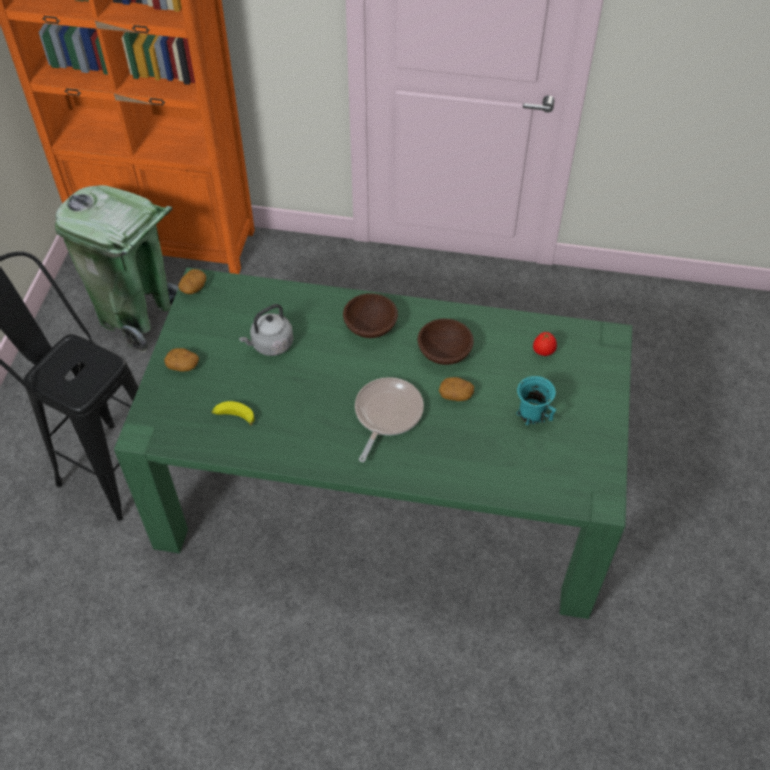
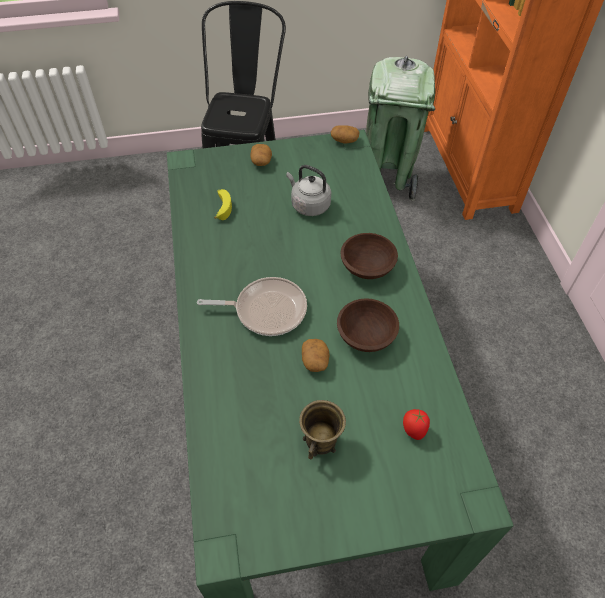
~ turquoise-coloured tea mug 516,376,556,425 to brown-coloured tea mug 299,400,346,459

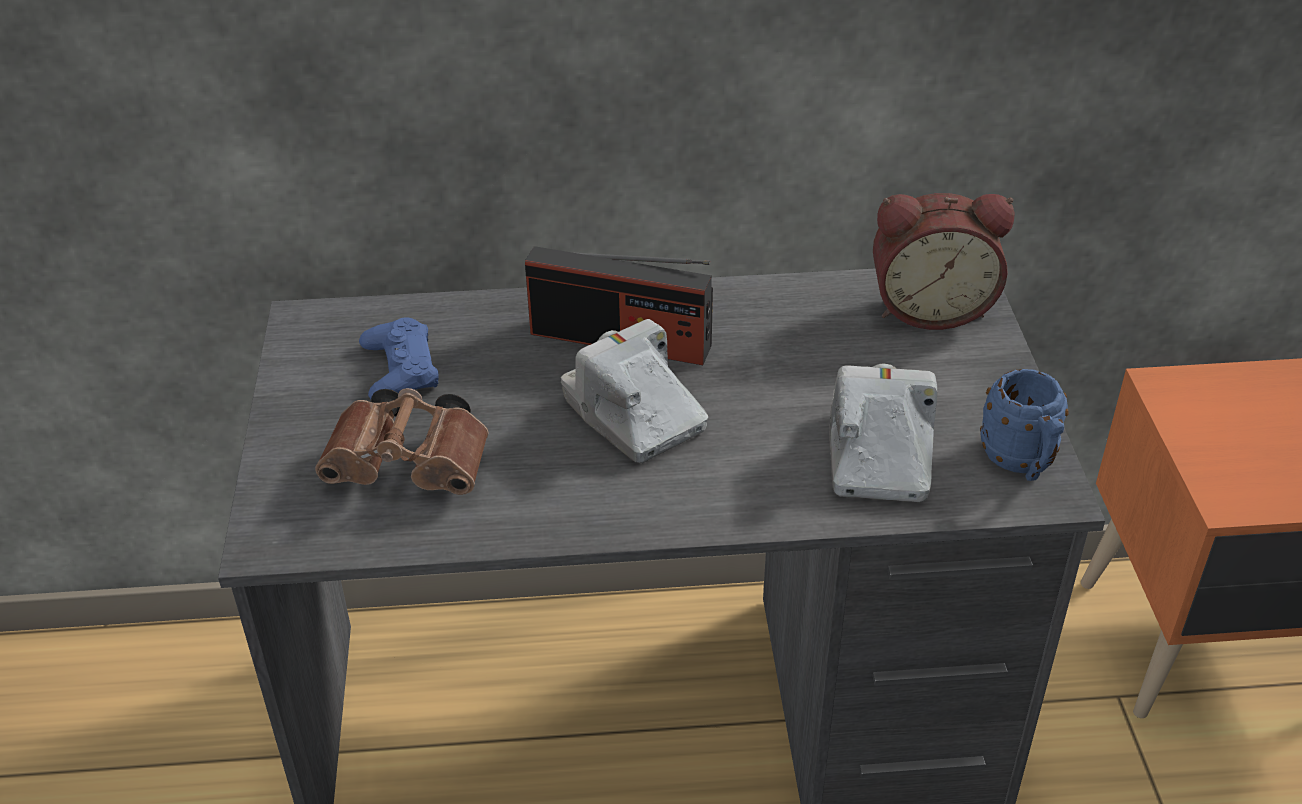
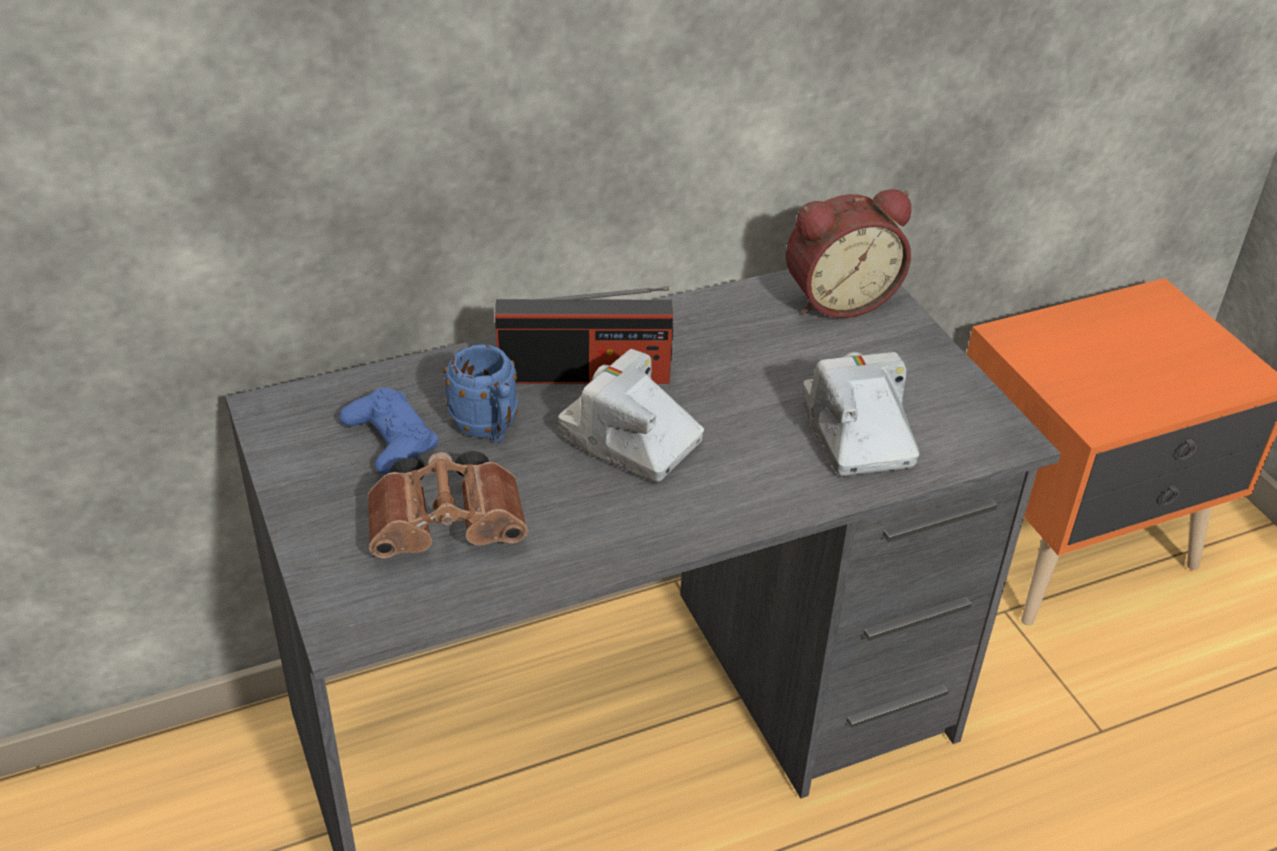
~ blue tea mug 980,369,1069,481 to 444,344,518,443

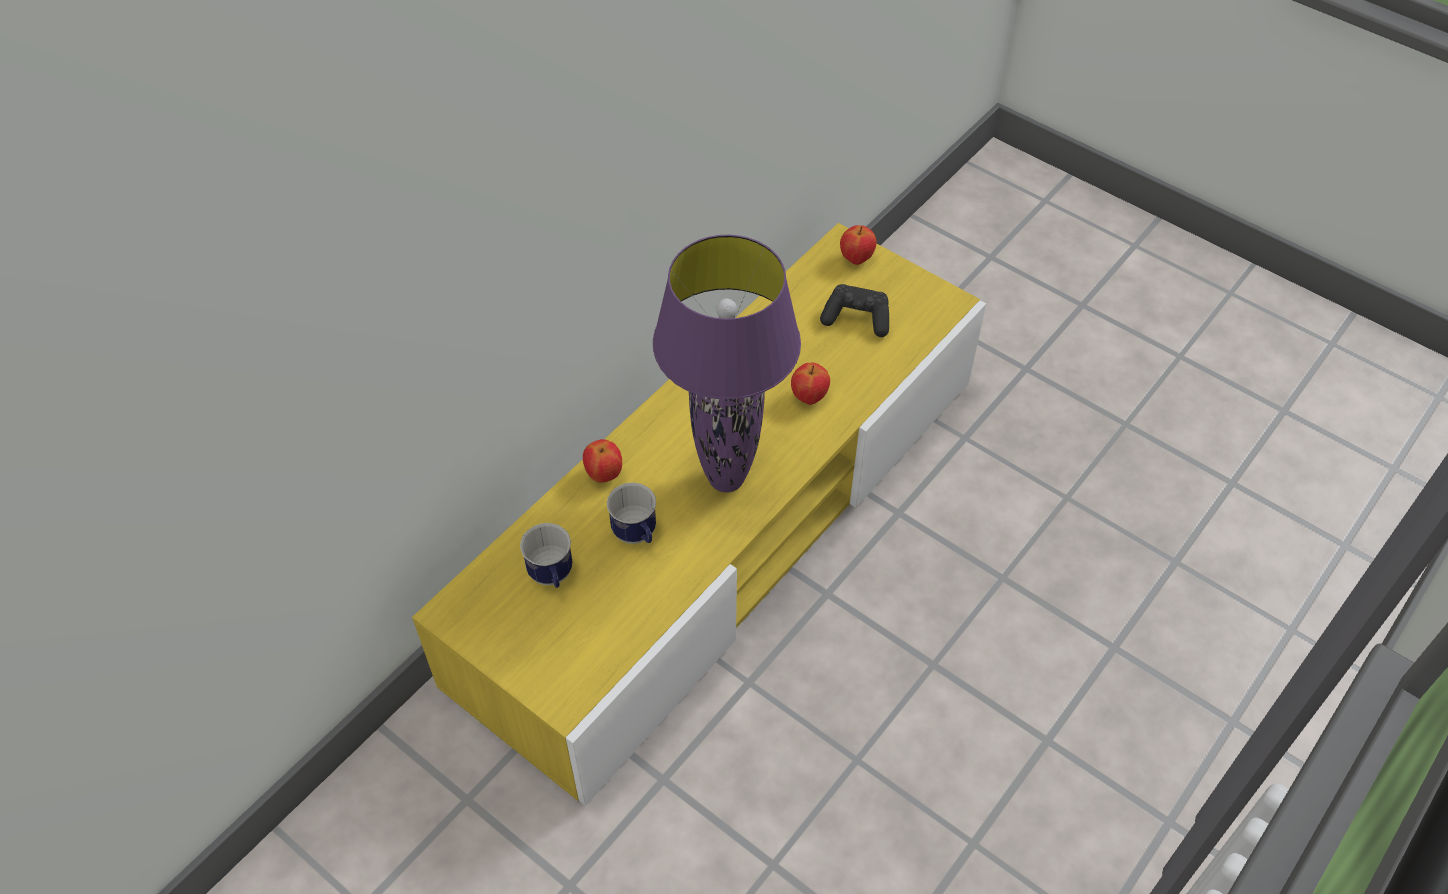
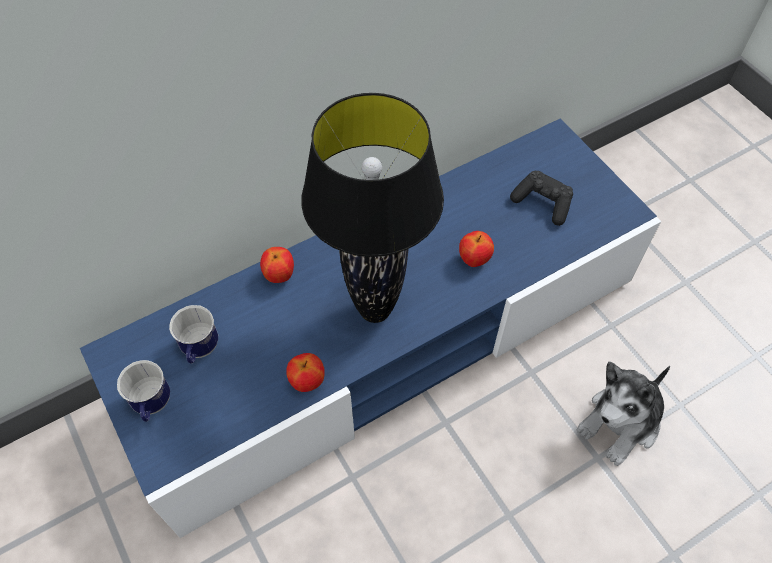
~ yellow-coloured tv stand 412,223,986,806 to blue tv stand 80,119,661,538
~ apple 840,225,877,265 to 286,353,325,392
~ purple-coloured tabletop lamp 653,235,801,493 to blackish tabletop lamp 301,93,444,323
~ tea mug 607,483,656,544 to 117,360,170,422
+ cuddly toy 576,361,670,466

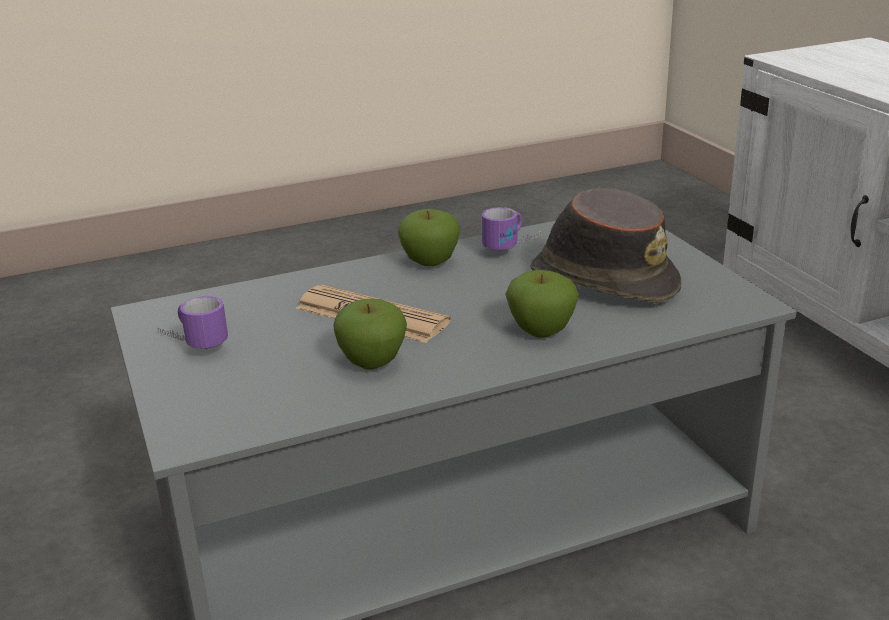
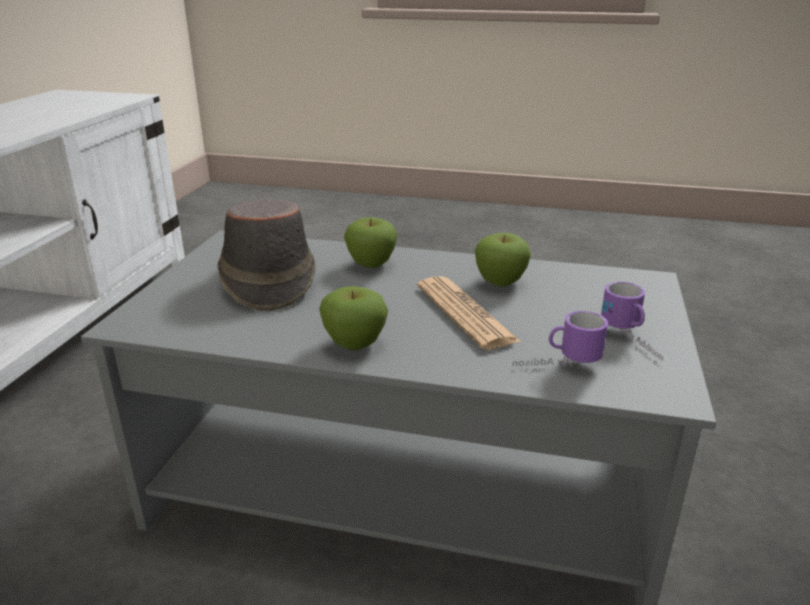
~ tea mug 482,207,542,252 to 512,311,608,366

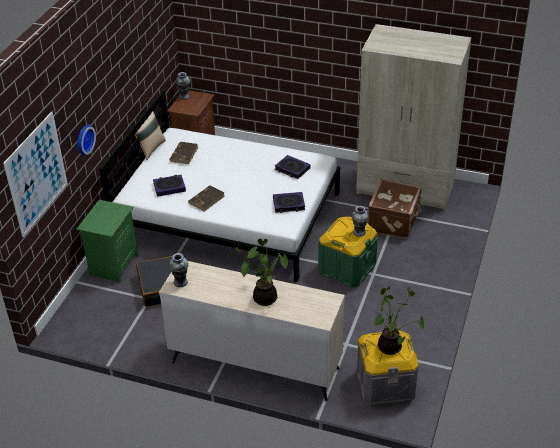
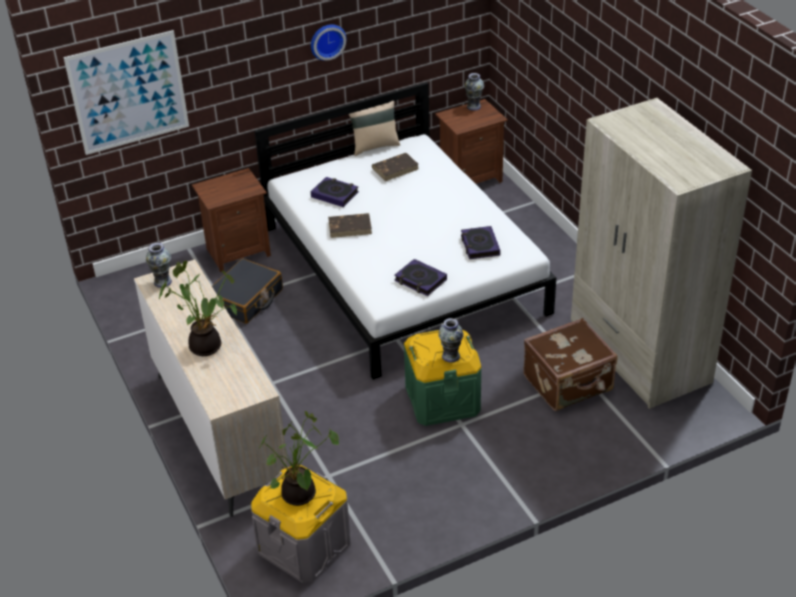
~ clock on the wall 77,125,96,156 to 311,25,346,61
~ green-coloured night table 76,200,138,283 to brown-coloured night table 192,168,271,272

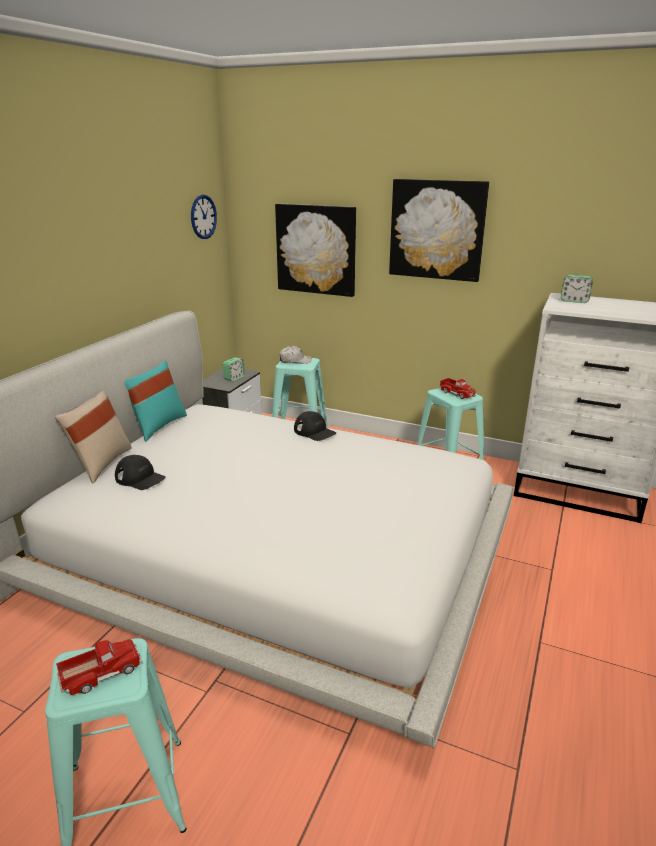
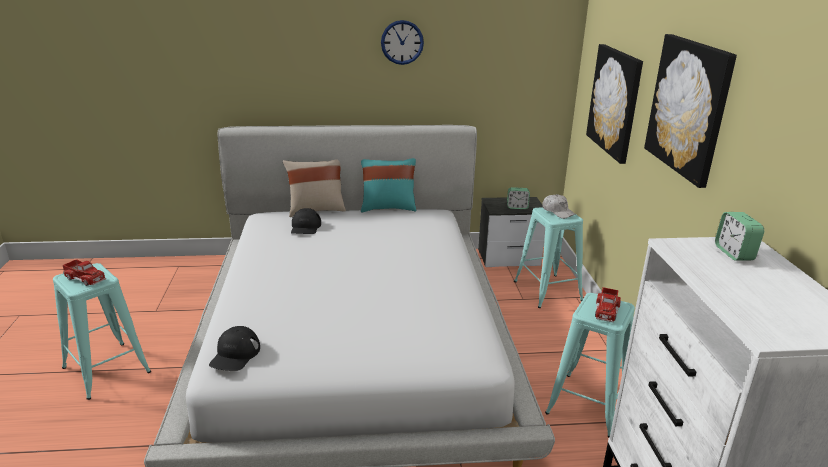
~ clock on the wall 191,195,217,239 to 381,20,424,65
~ blackish cap 294,411,336,441 to 209,326,260,371

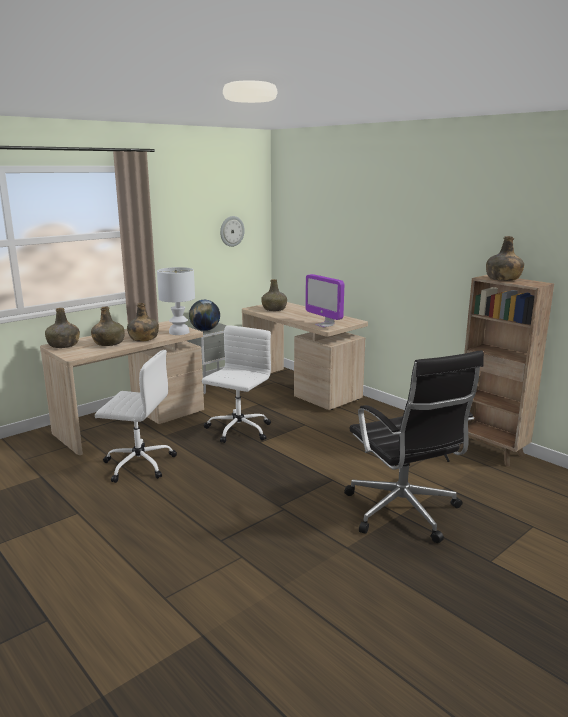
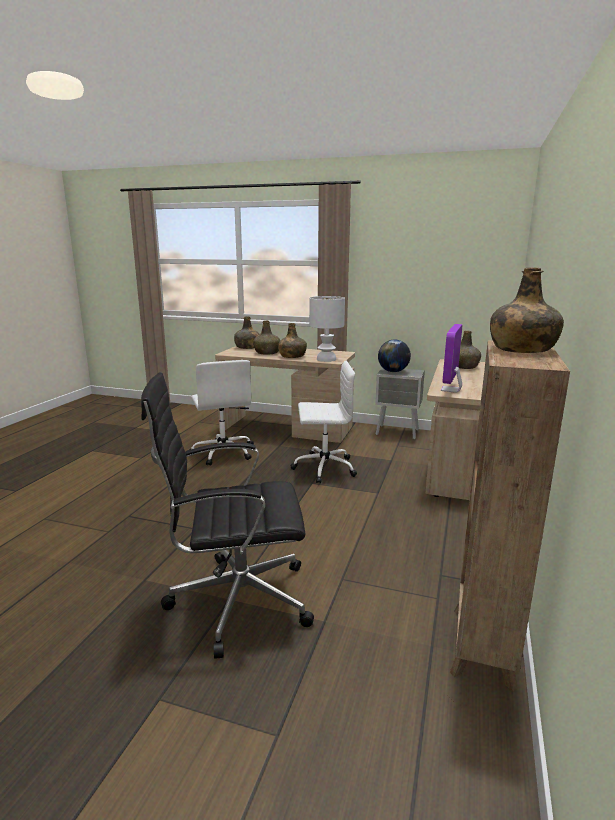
- clock on the wall 220,216,245,247
~ blackish office chair 344,350,484,543 = 141,372,314,659 45 degrees clockwise

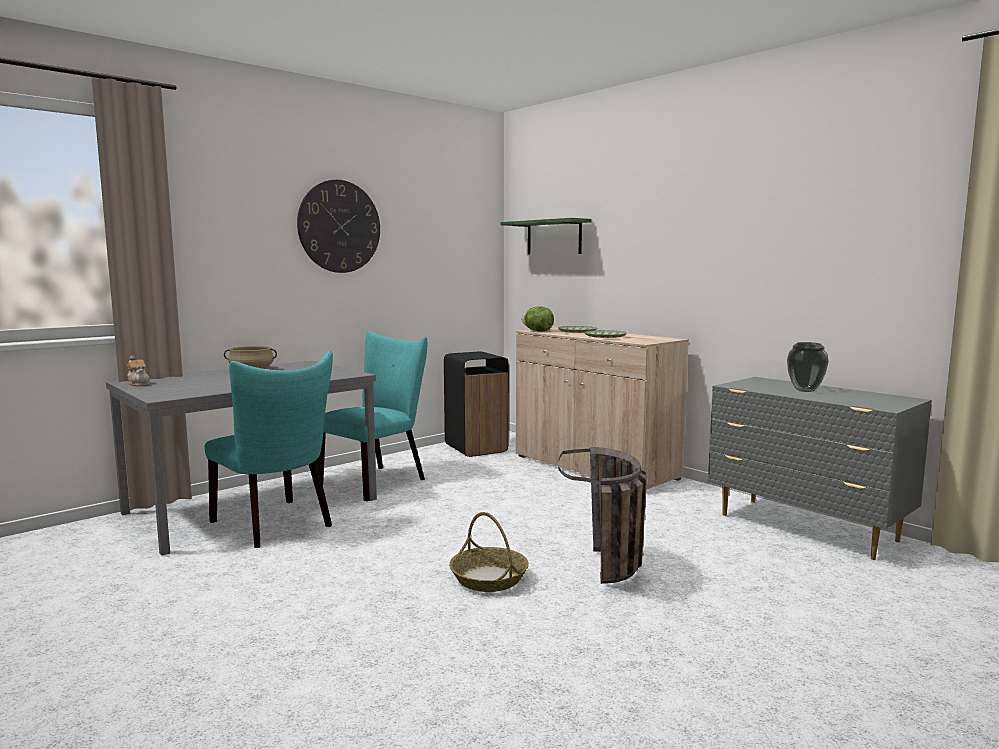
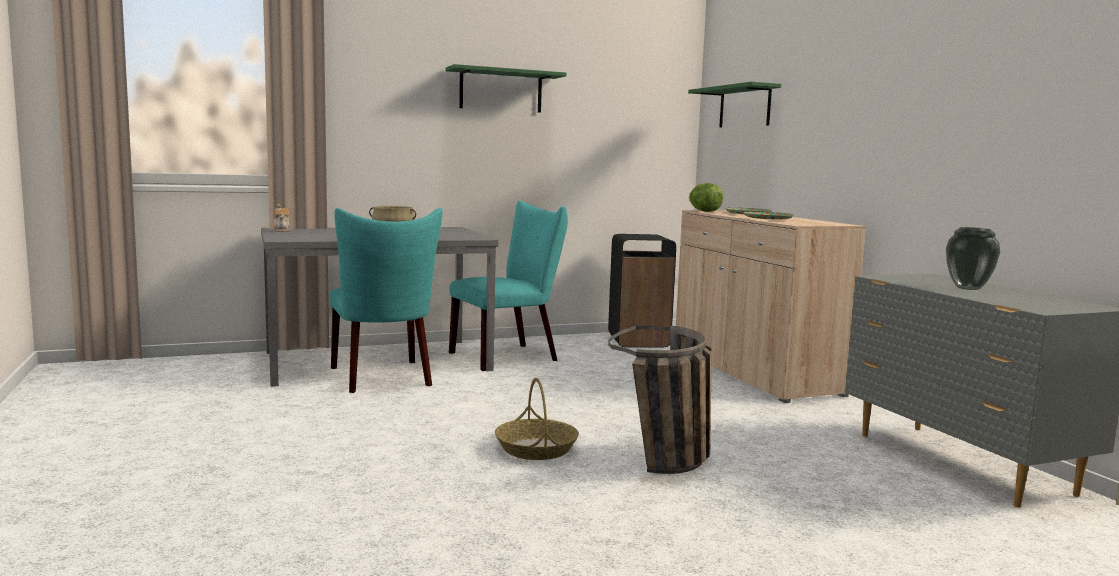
~ clock on the wall 297,180,380,273 to green-coloured wall shelf 446,64,567,113

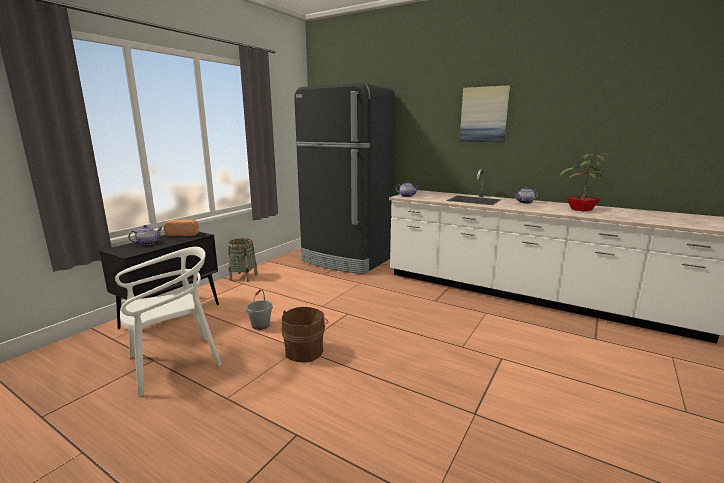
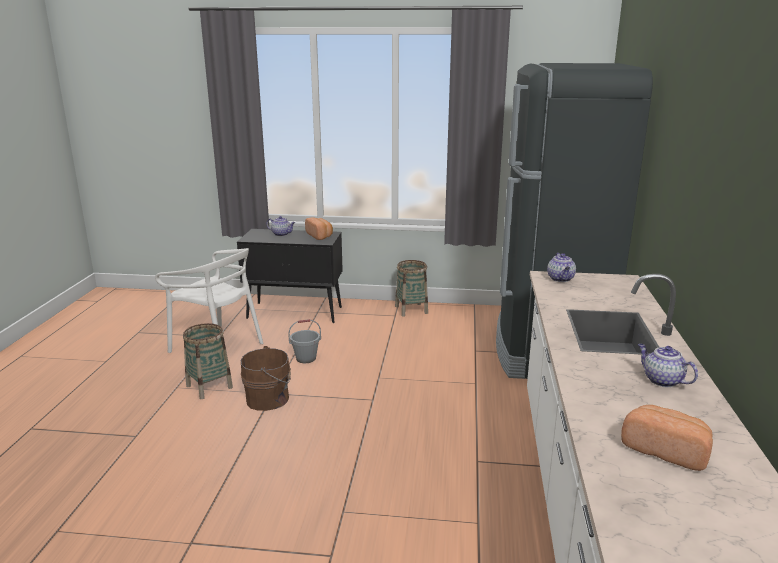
- picture 460,85,510,142
~ plant in a pot 559,150,611,212 to baked bread 621,405,713,471
+ household basket 183,323,233,399

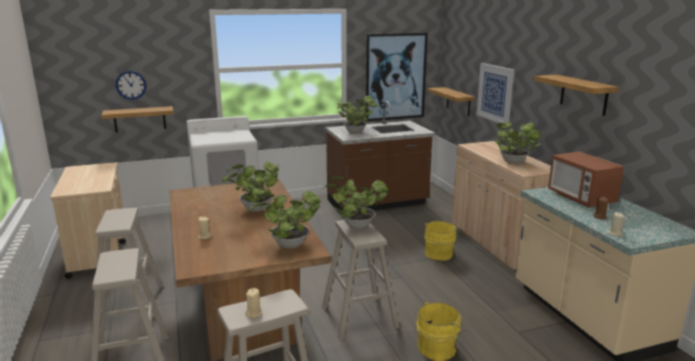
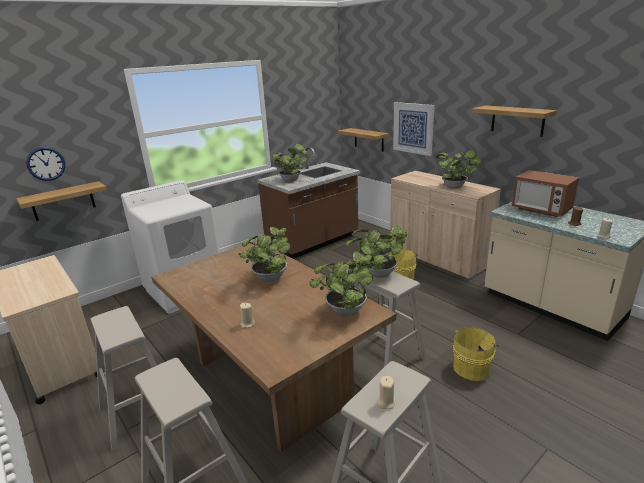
- picture 366,33,428,121

